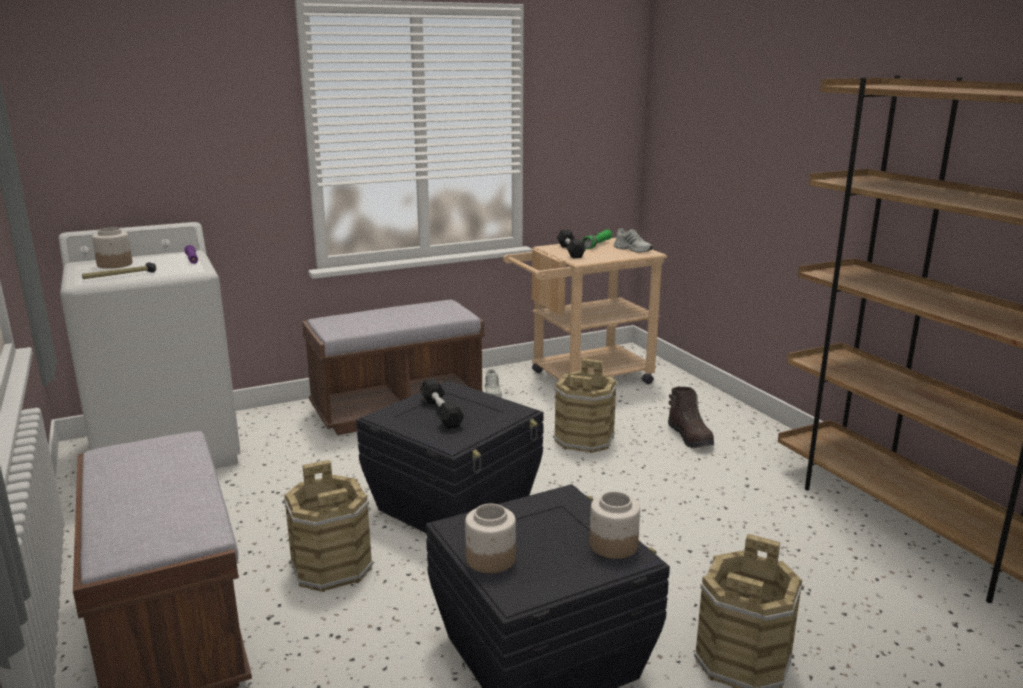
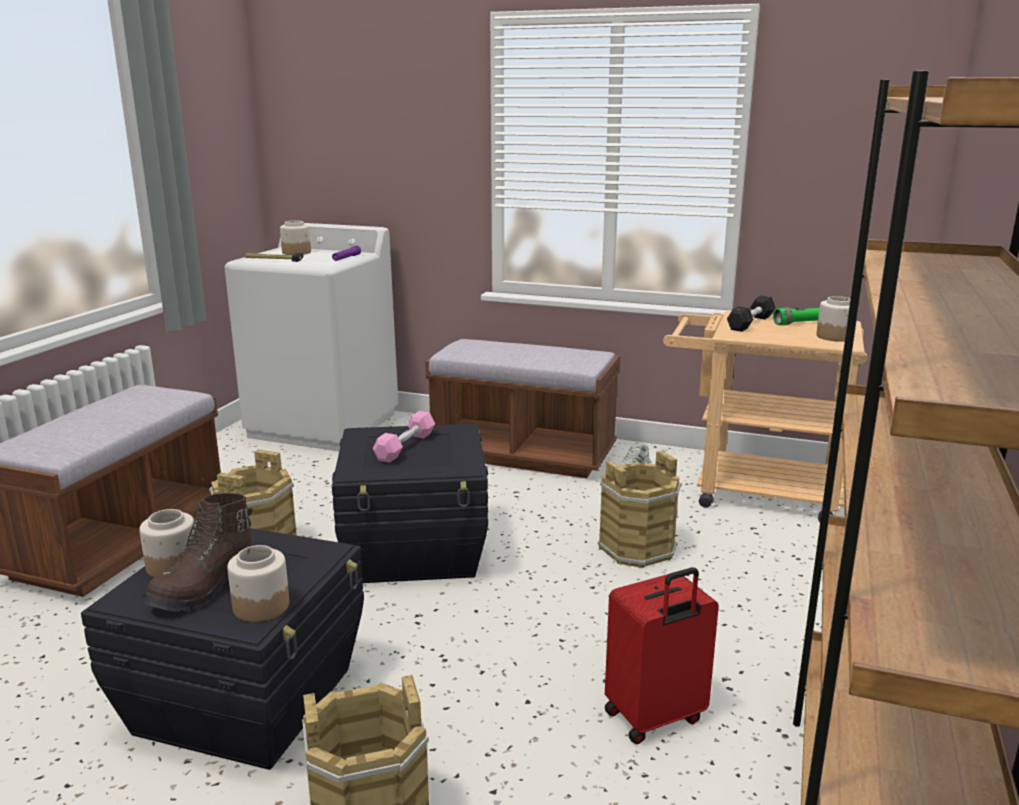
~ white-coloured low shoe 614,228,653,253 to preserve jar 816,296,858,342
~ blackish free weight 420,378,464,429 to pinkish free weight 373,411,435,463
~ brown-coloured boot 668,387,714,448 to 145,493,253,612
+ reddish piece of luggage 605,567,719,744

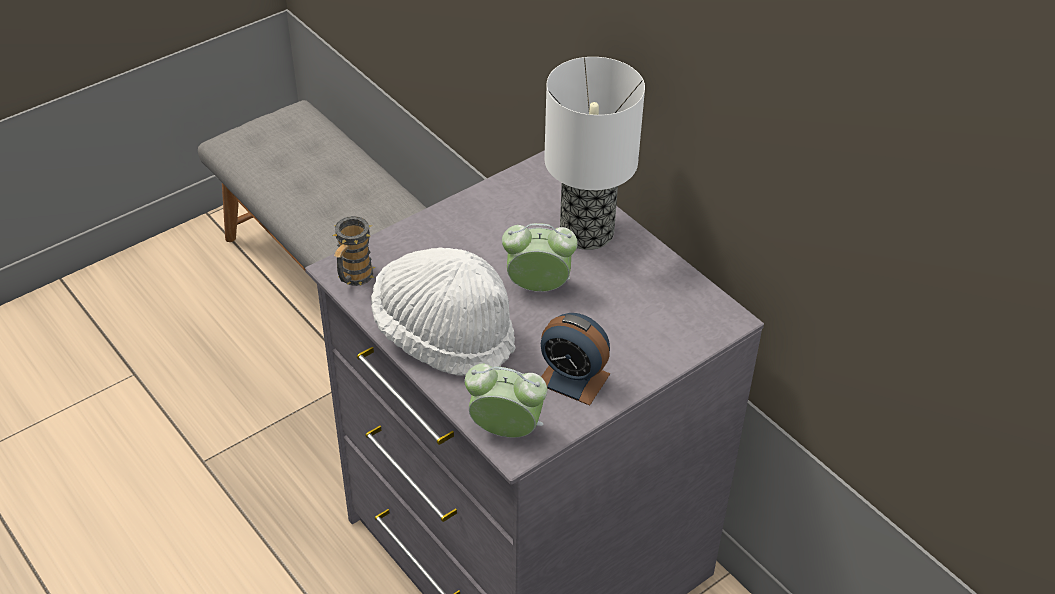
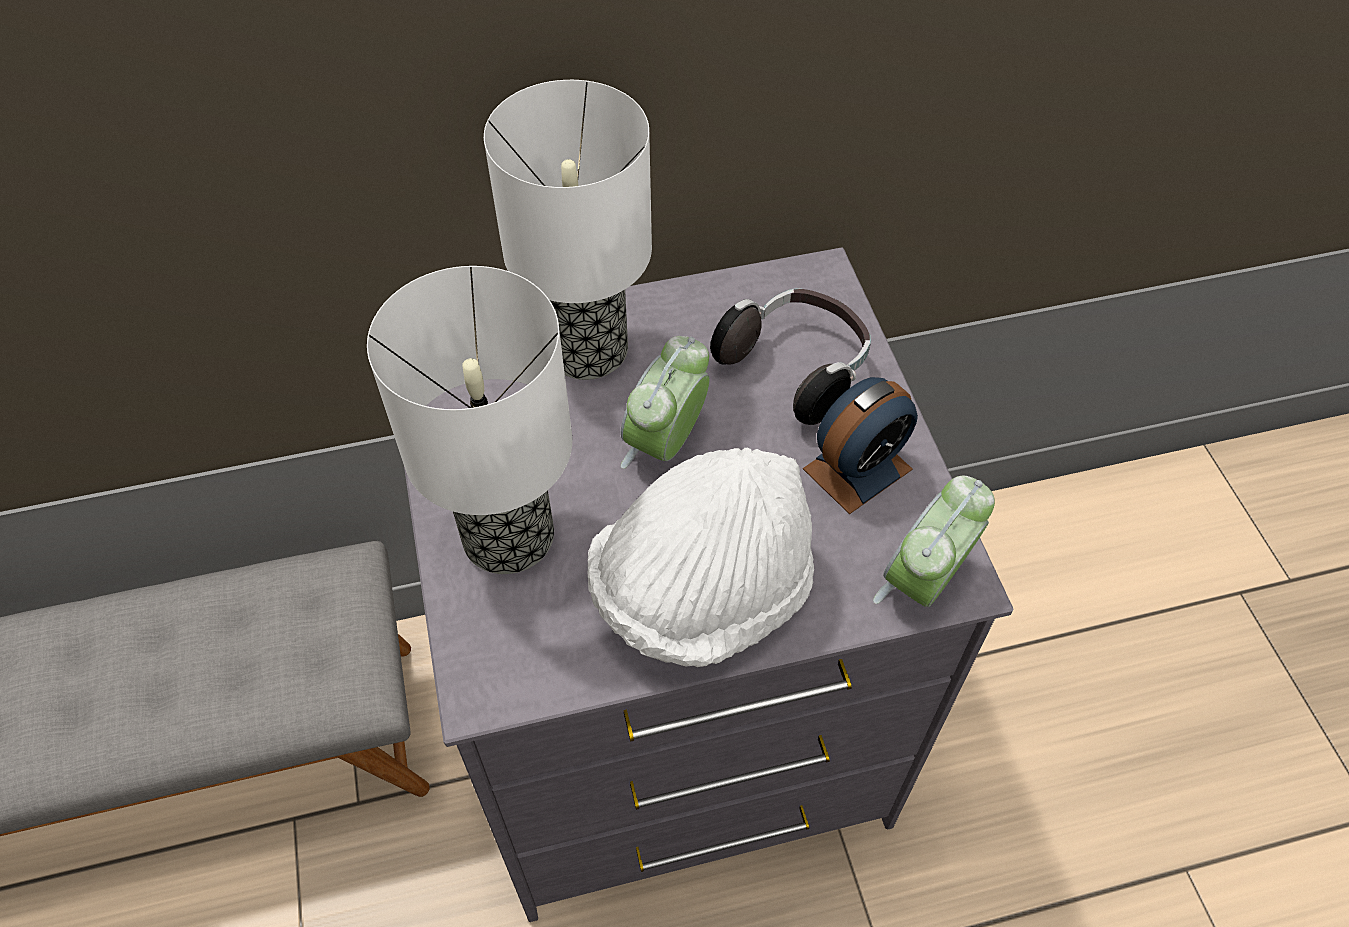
- tea mug 333,216,375,286
+ tabletop lamp 367,266,572,574
+ headphones 710,288,871,425

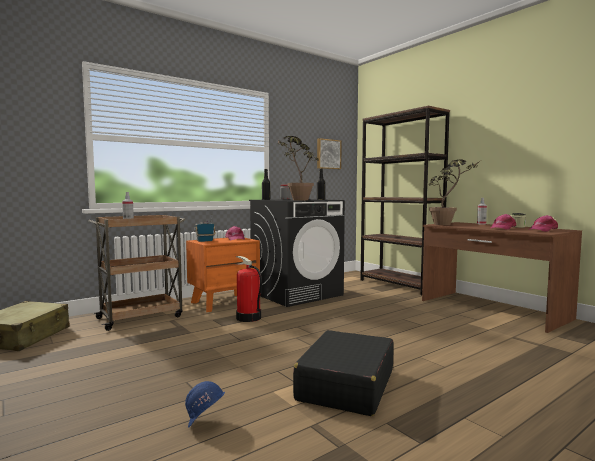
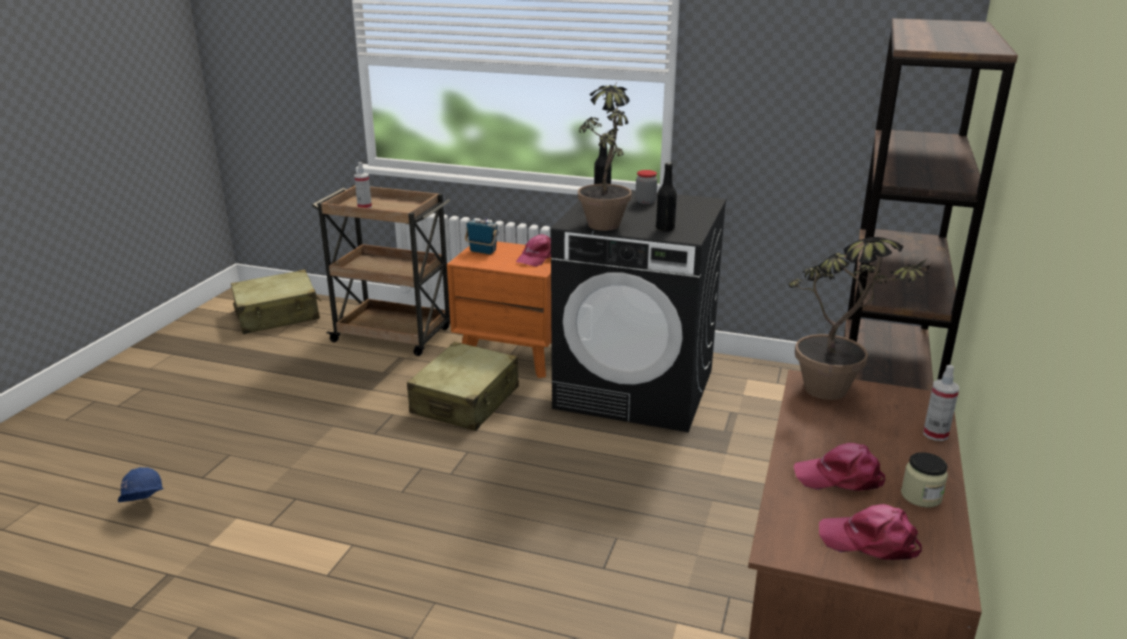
- picture 317,138,342,169
~ extinguisher 235,256,262,322 to beige-coloured piece of luggage 407,342,519,431
- blackish piece of luggage 293,330,394,416

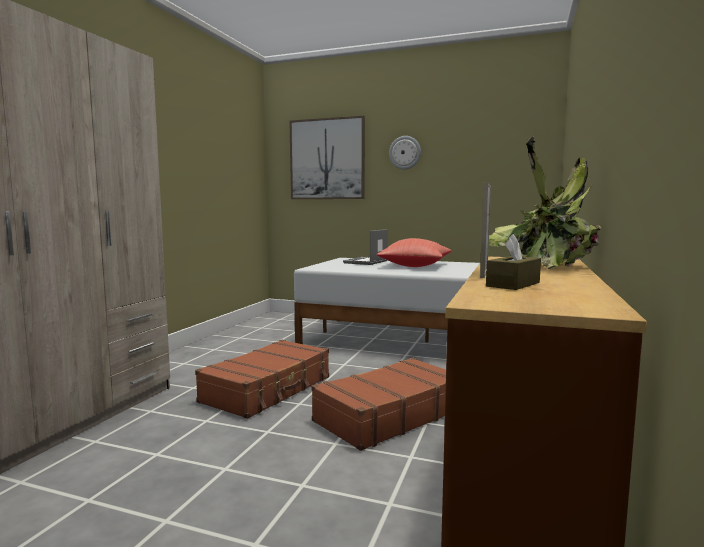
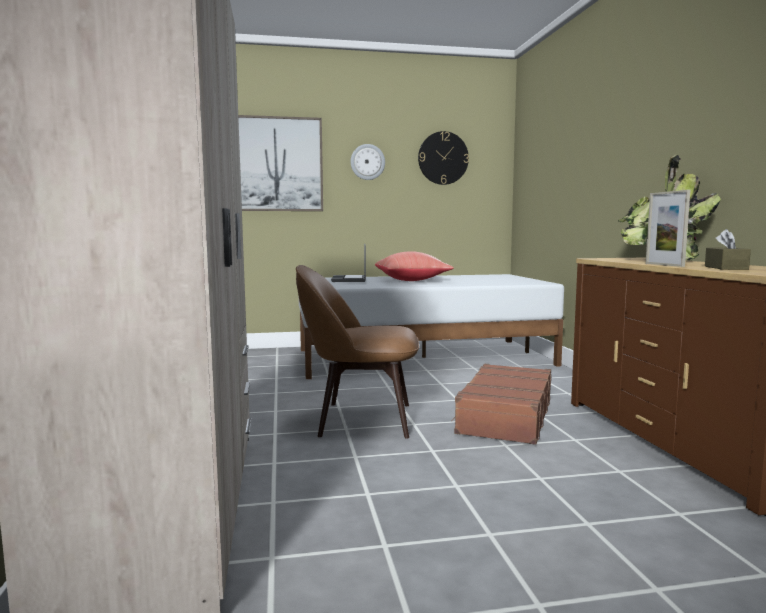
~ brown-coloured piece of luggage 195,340,329,419 to brown-coloured upright chair 296,265,419,439
+ clock on the wall 418,131,469,185

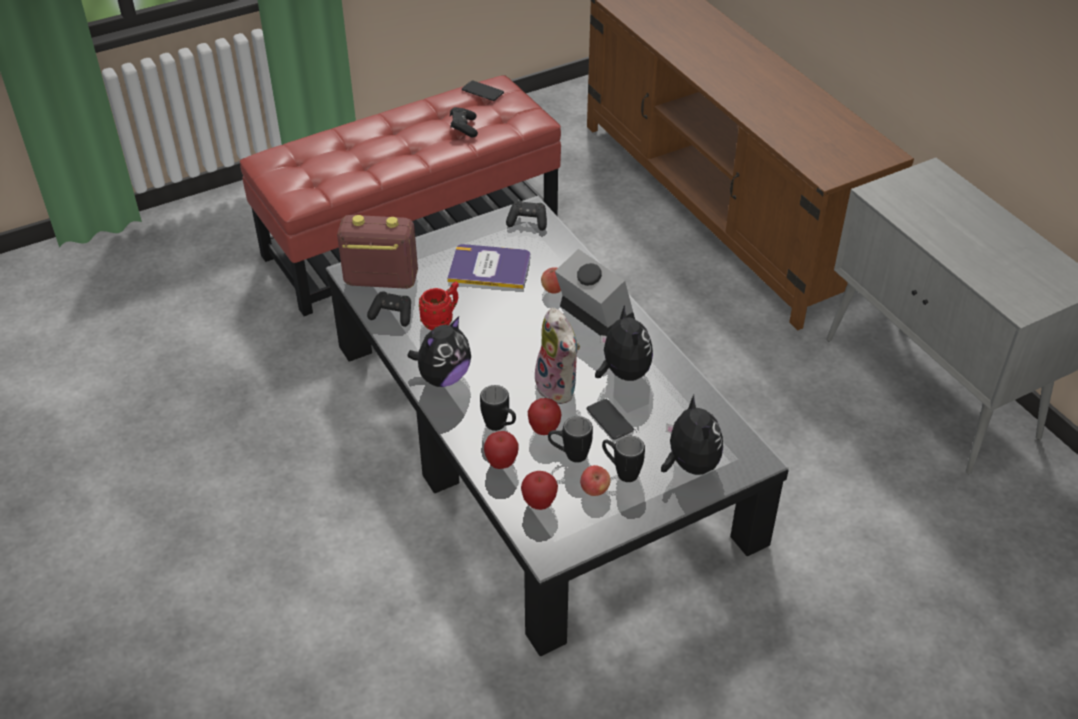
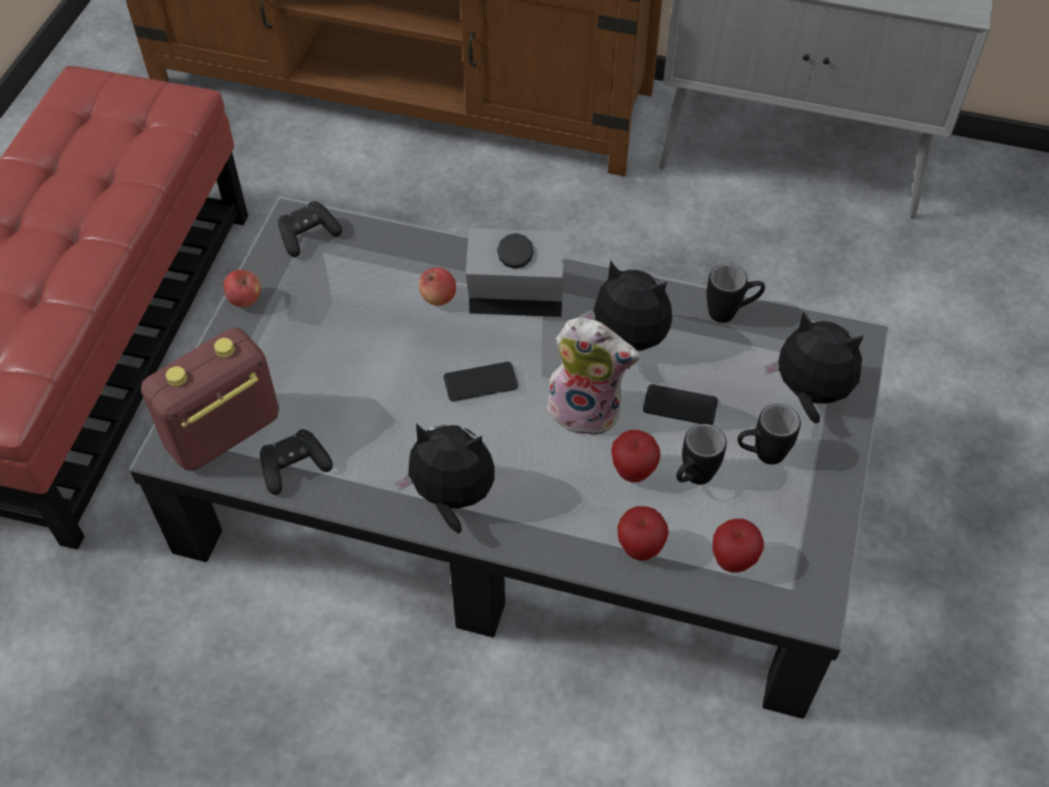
~ handset 462,80,504,101 to 444,362,518,401
- blackish gamepad 450,107,478,137
- book 447,244,530,289
- reddish tea mug 419,282,459,330
~ cuddly toy 408,316,471,387 = 395,423,495,534 75 degrees counterclockwise
~ blackish tea mug 480,385,516,431 to 706,264,765,323
~ apple 580,465,611,496 to 224,270,261,307

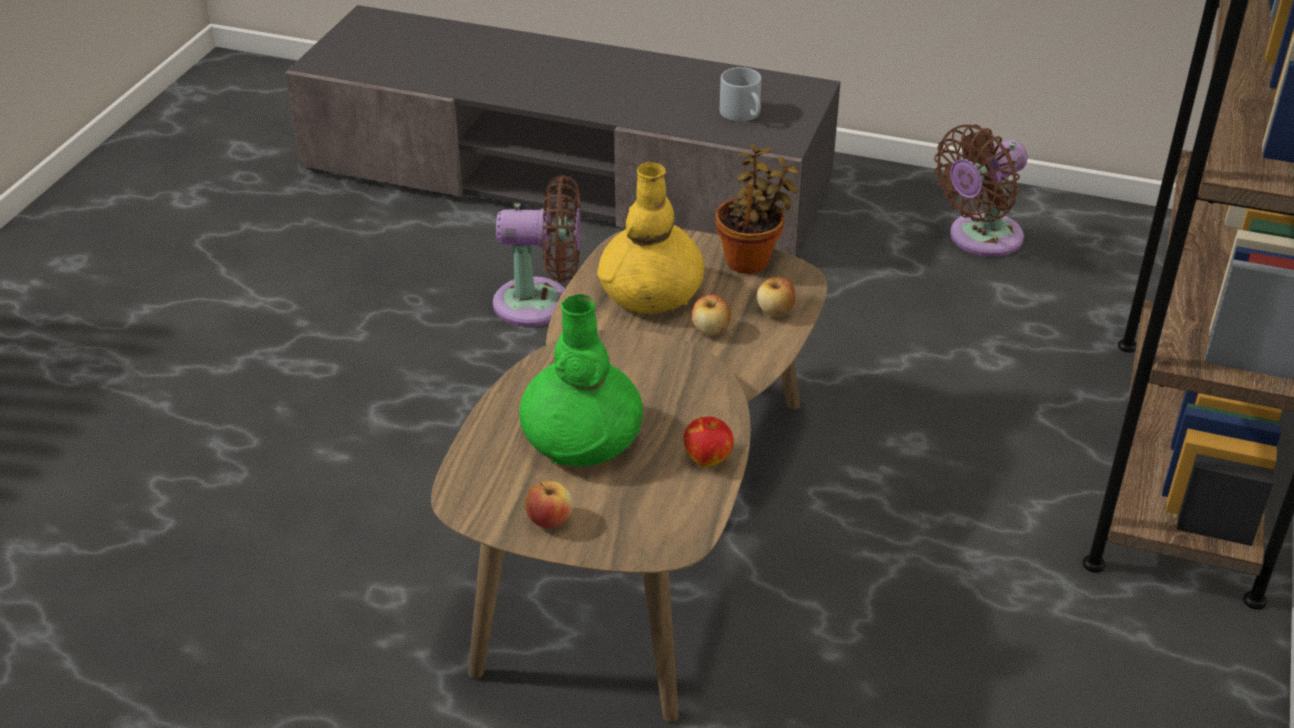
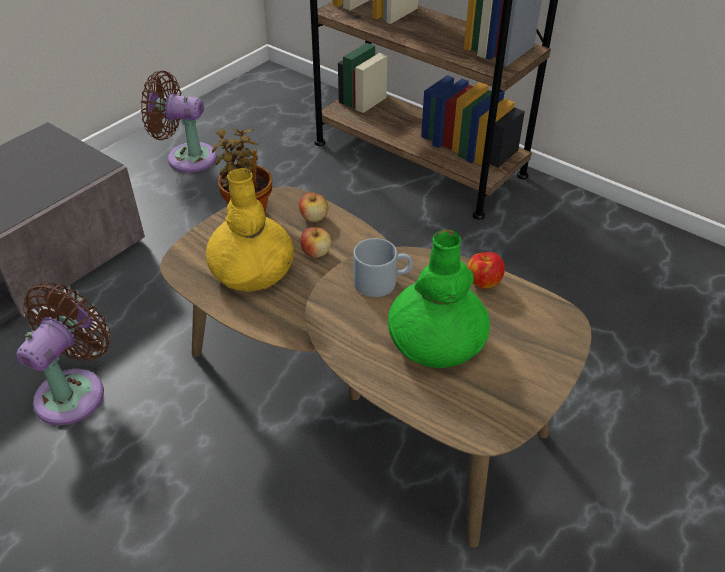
~ greyish tea mug 720,67,761,122 to 353,238,413,297
~ brown-coloured fan 934,124,1028,257 = 141,71,217,172 120 degrees clockwise
- apple 525,481,572,529

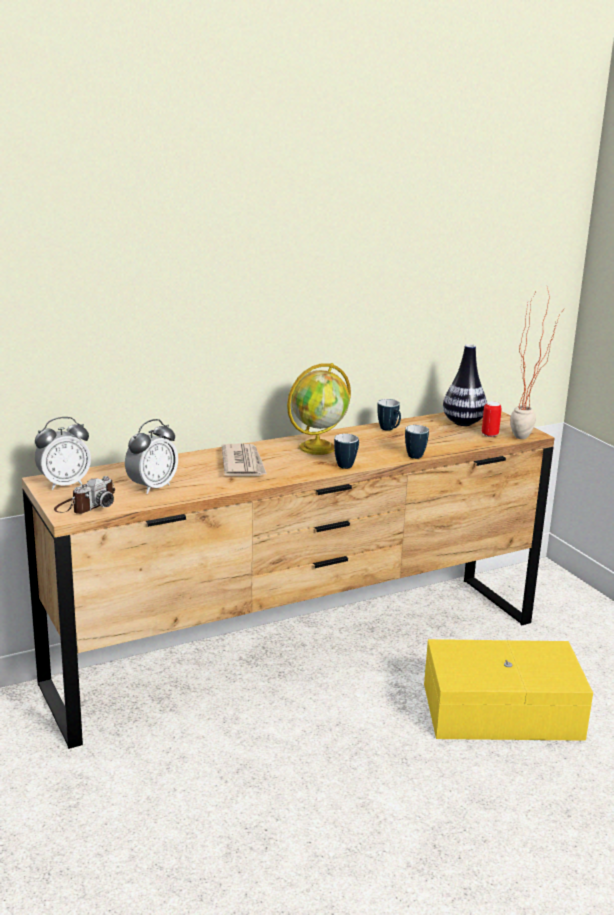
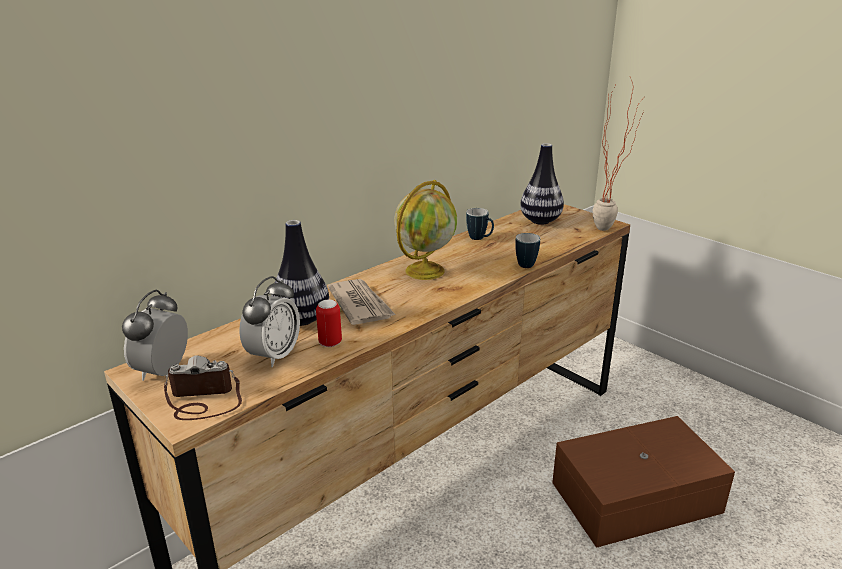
~ can 482,401,502,437 to 316,299,342,347
~ table clock 35,417,91,490 = 122,290,188,381 150 degrees clockwise
- tea mug 334,434,359,469
~ photo camera 54,476,115,514 = 164,355,242,420 120 degrees counterclockwise
~ yellow-coloured storage bin 424,639,593,741 to brown-coloured storage bin 552,416,735,548
+ vase 271,220,329,326

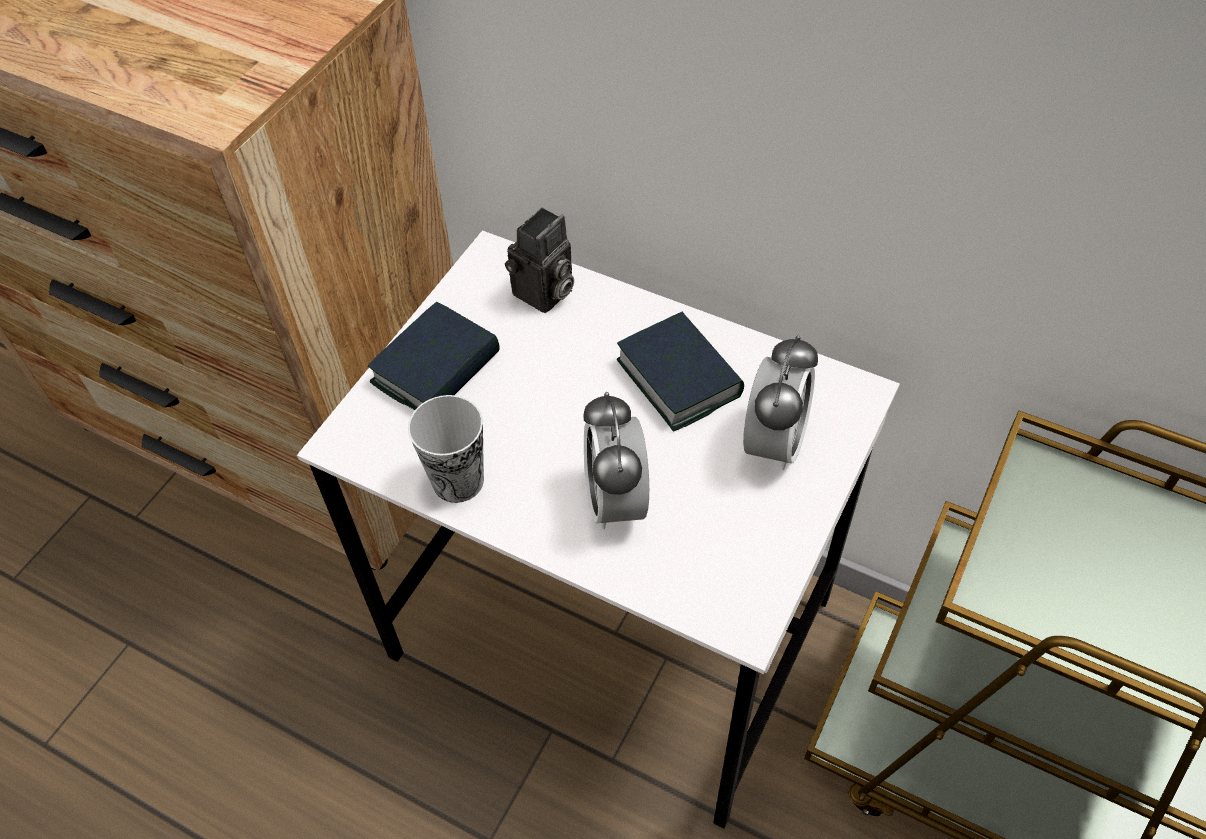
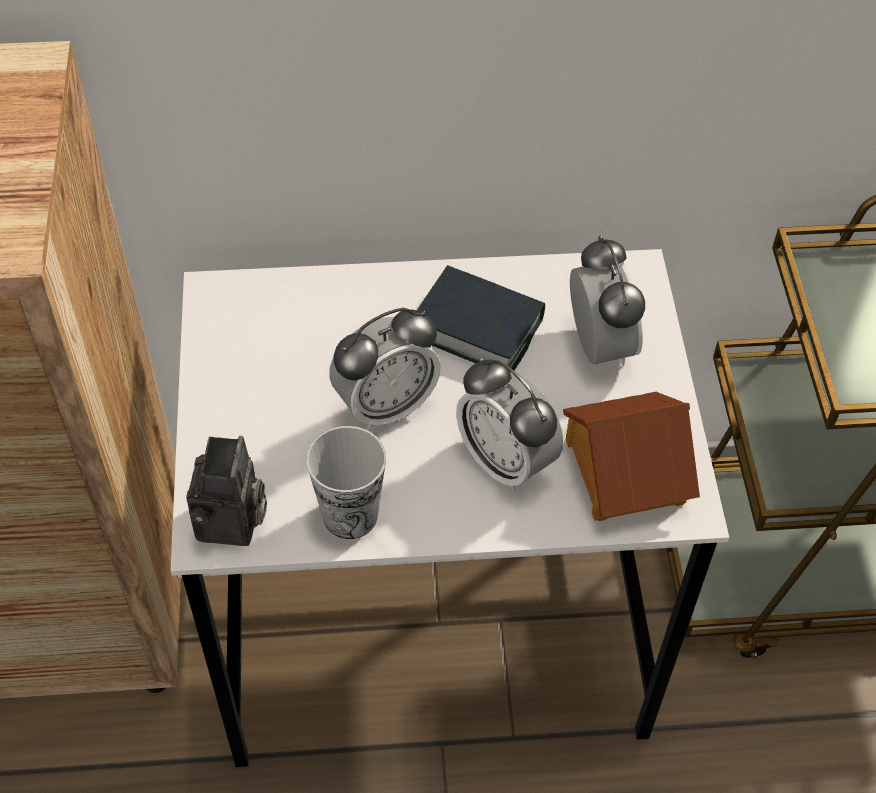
~ photo camera 505,207,574,313 to 186,436,267,546
- book 368,302,500,410
+ table clock 329,308,441,430
+ toy house 563,392,700,521

